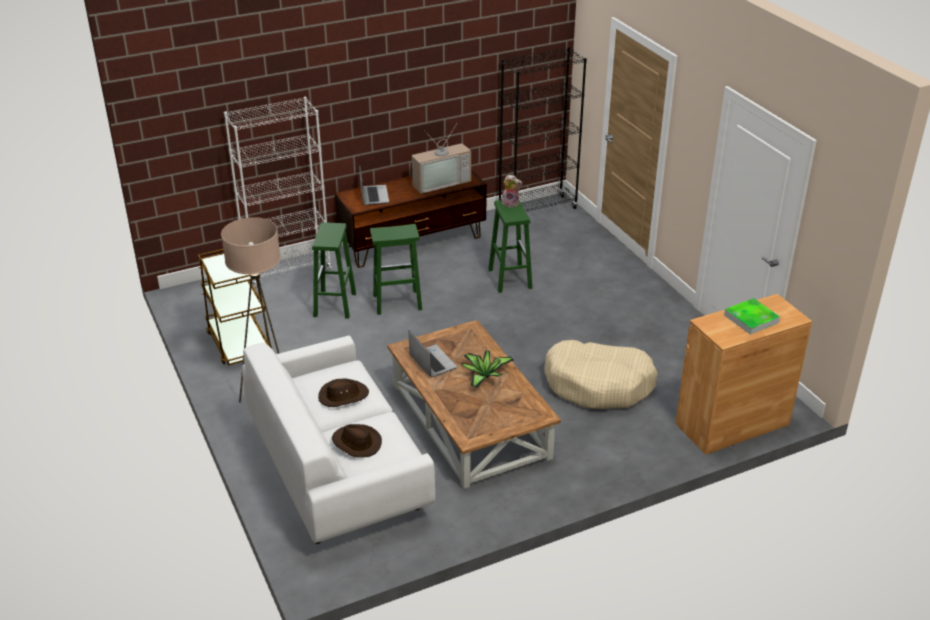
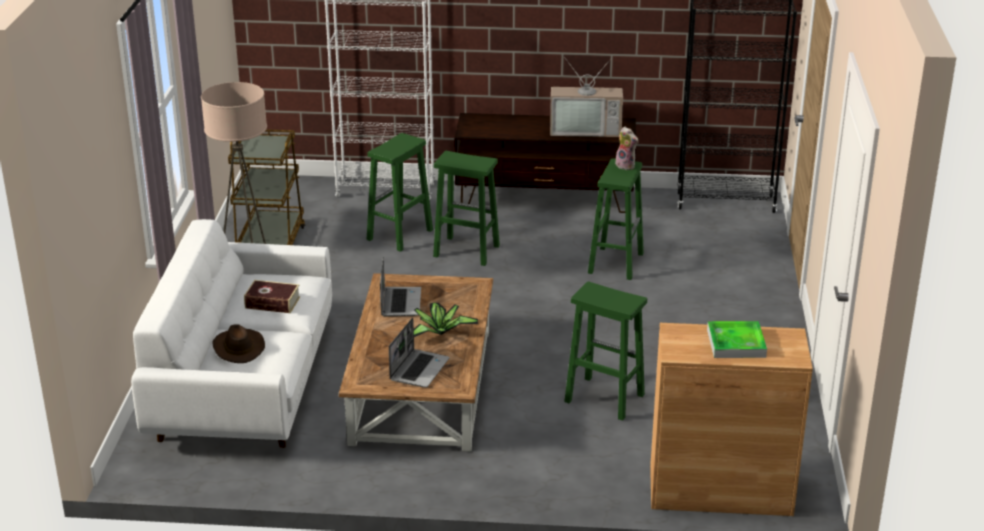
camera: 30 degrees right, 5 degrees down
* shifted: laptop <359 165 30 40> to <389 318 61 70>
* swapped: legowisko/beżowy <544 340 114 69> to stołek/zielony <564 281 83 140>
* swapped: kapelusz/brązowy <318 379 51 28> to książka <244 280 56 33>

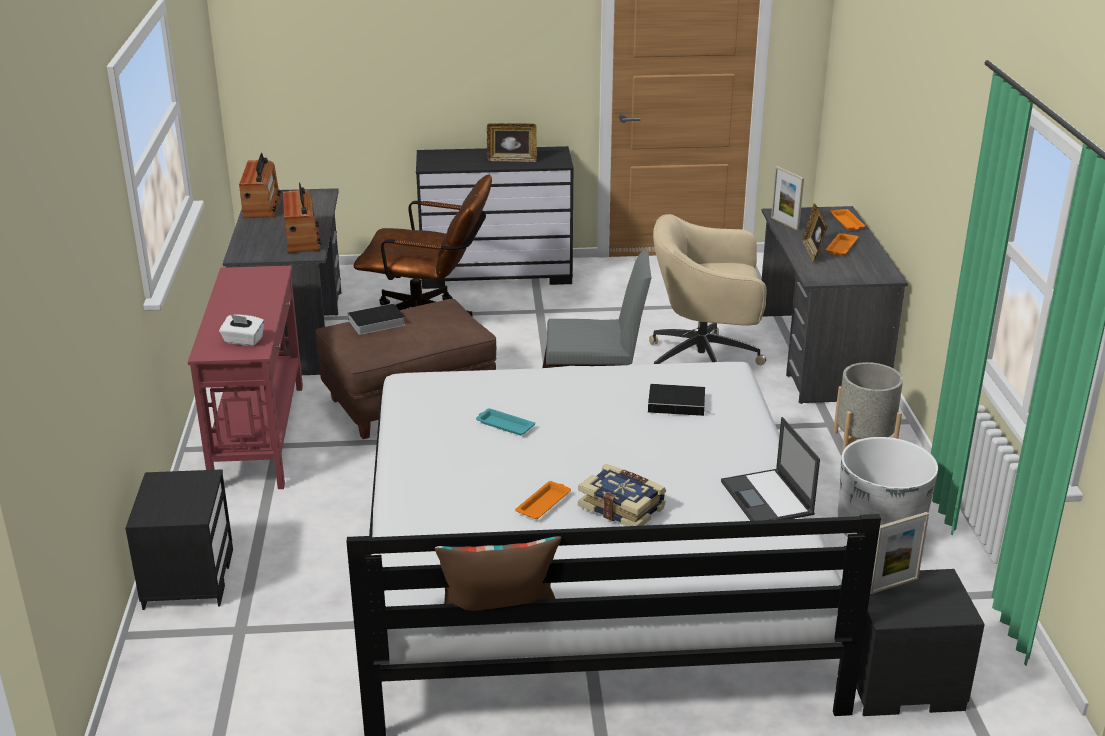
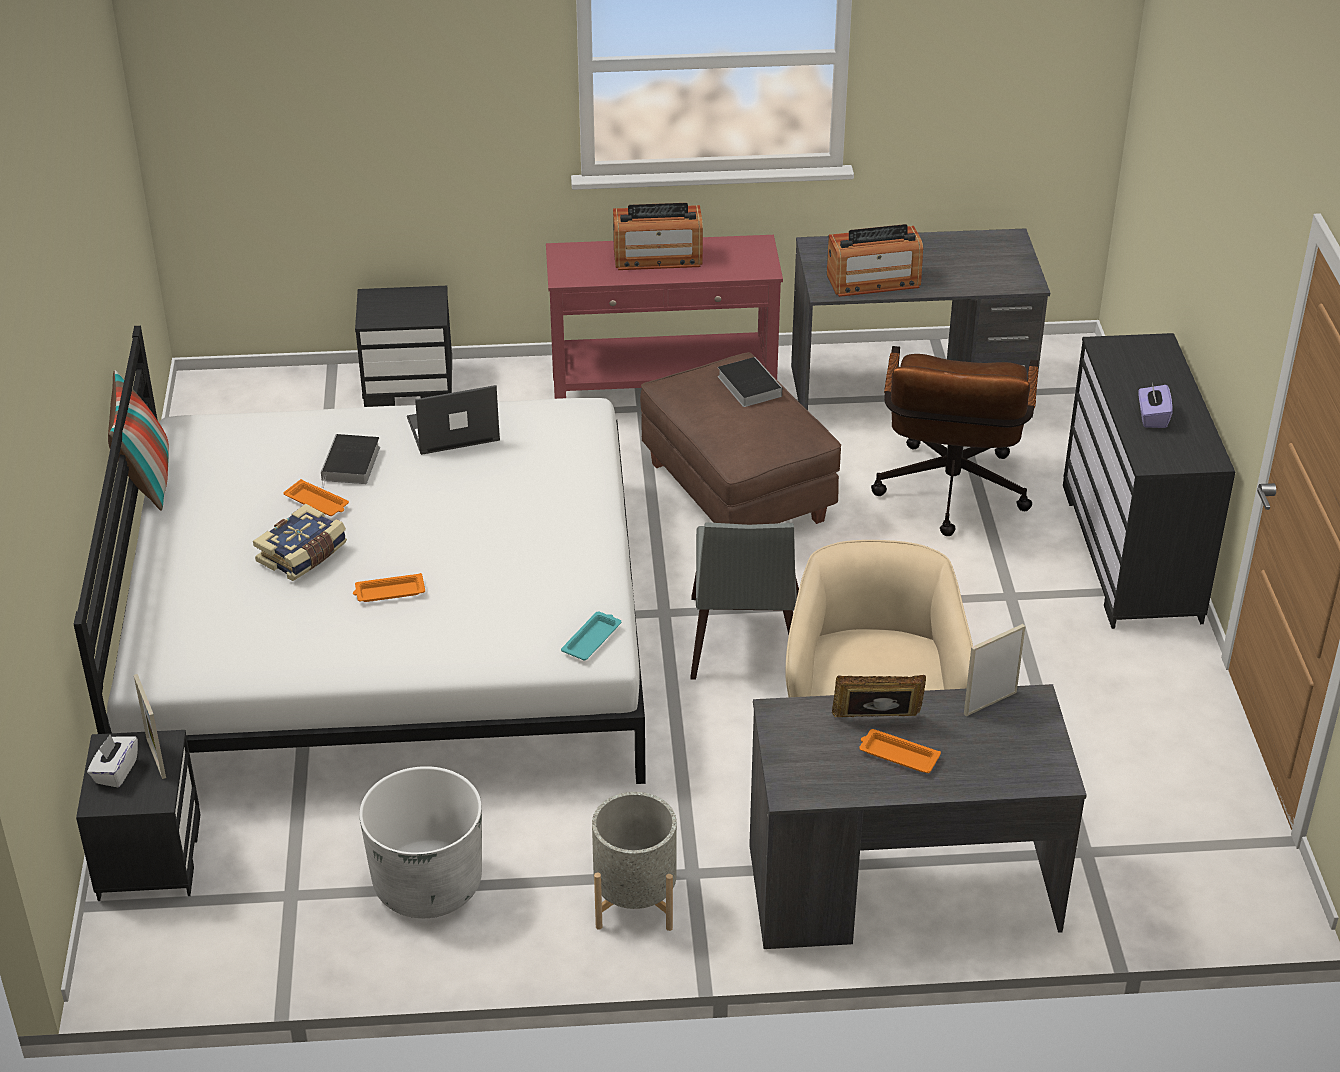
camera: 90 degrees right, 10 degrees up
* swapped: ramka na zdjęcie <487 123 50 39> to pudełko chusteczek/fioletowy <1138 383 35 45>
* shifted: radio <239 153 42 65> to <613 203 90 67>
* shifted: taca/pomarańczowy <830 209 35 21> to <353 573 72 29>
* shifted: pudełko chusteczek/biały <219 315 45 31> to <87 734 51 54>
* shifted: książka <648 384 66 32> to <321 434 59 55>
* shifted: taca/turkusowy <476 408 59 27> to <561 612 60 49>
* shifted: laptop <721 417 99 104> to <407 385 93 70>

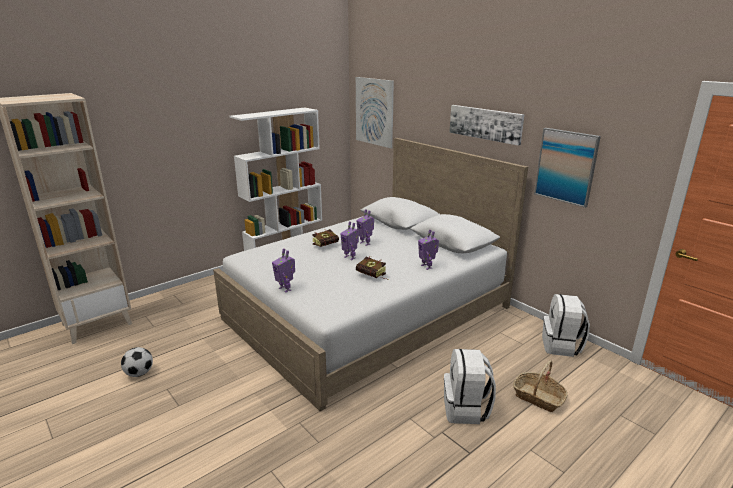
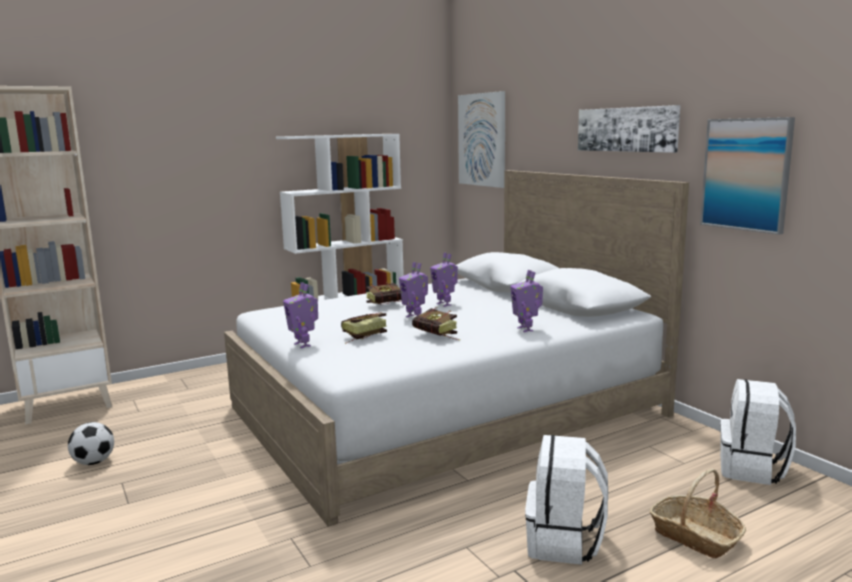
camera: 10 degrees right, 10 degrees down
* new: książka <341 312 46 32>

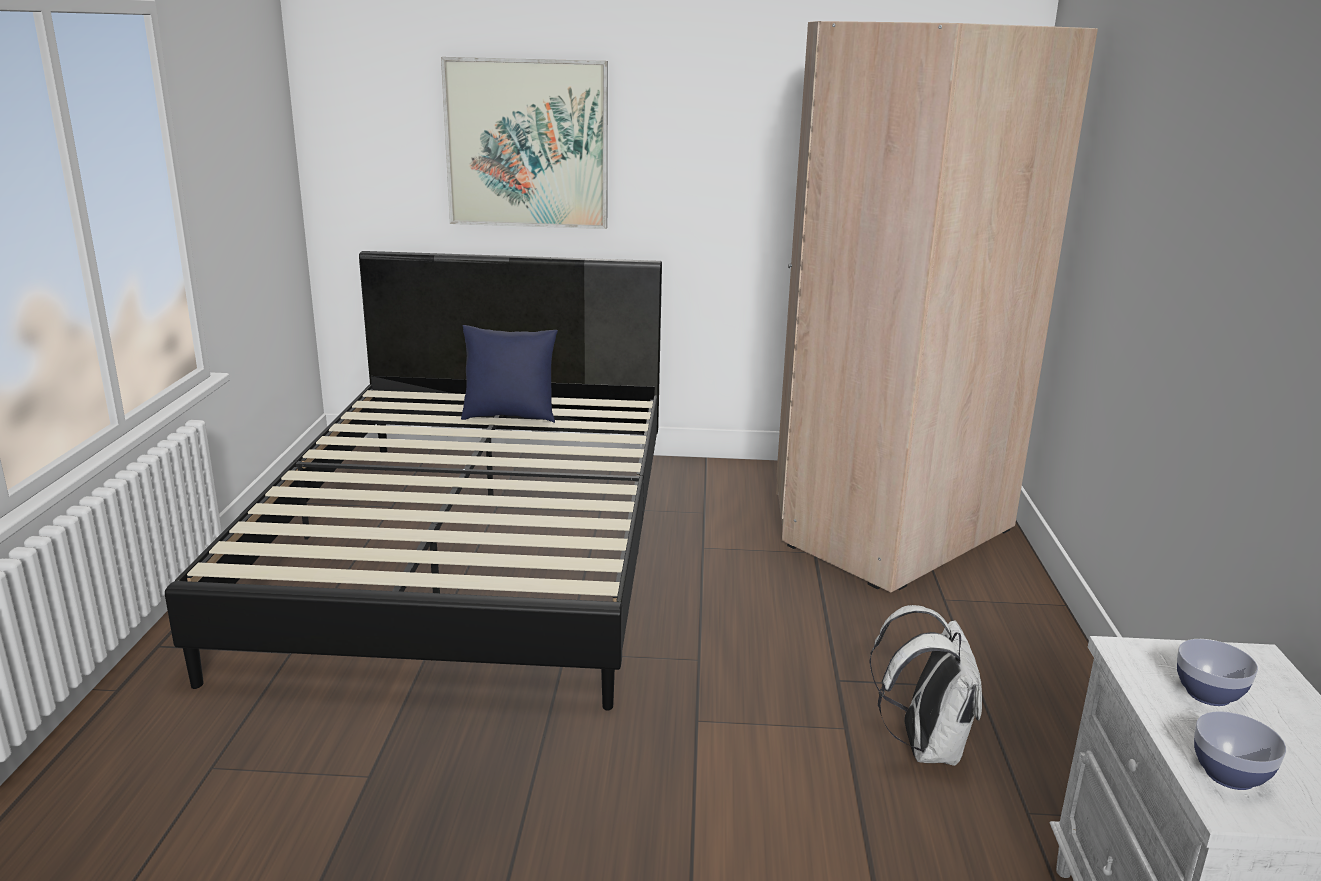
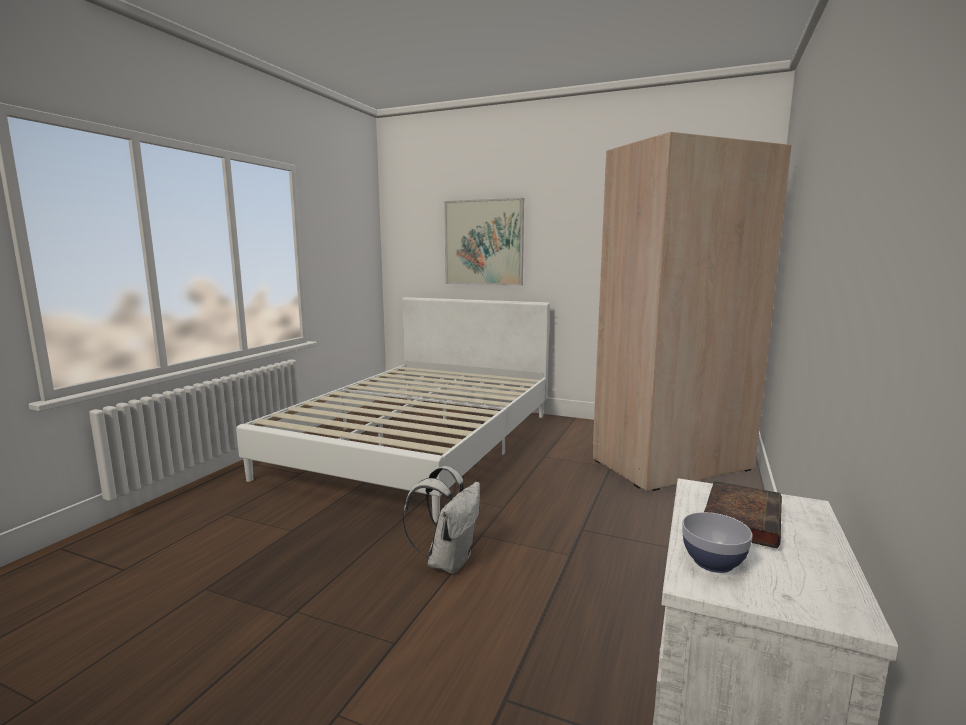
camera: 20 degrees right, 10 degrees down
* repainted: łóżko/czarny <165 251 497 460> to łóżko/biały <236 297 314 226>
* gone: poduszka/niebieski <461 325 97 98>
* shifted: plecak/biały <869 605 113 161> to <403 466 77 108>
* swapped: miska <1177 639 81 67> to książka <704 481 78 68>

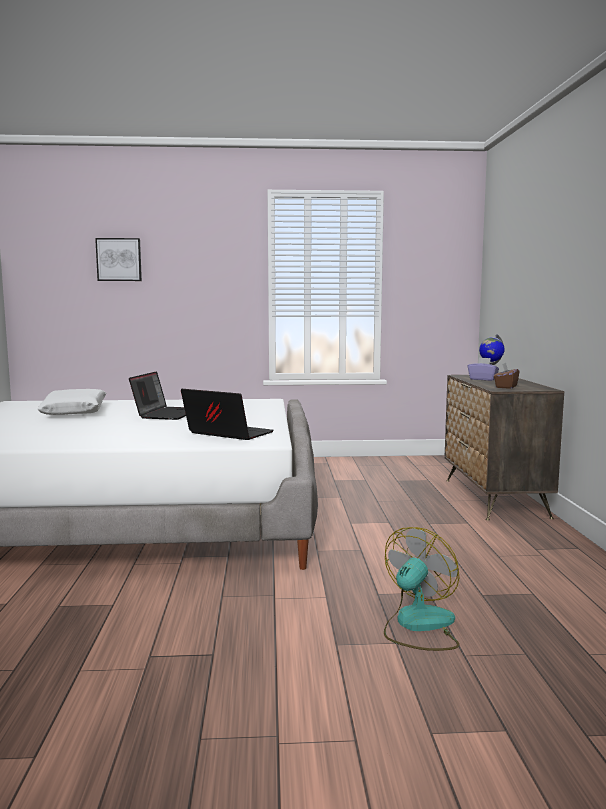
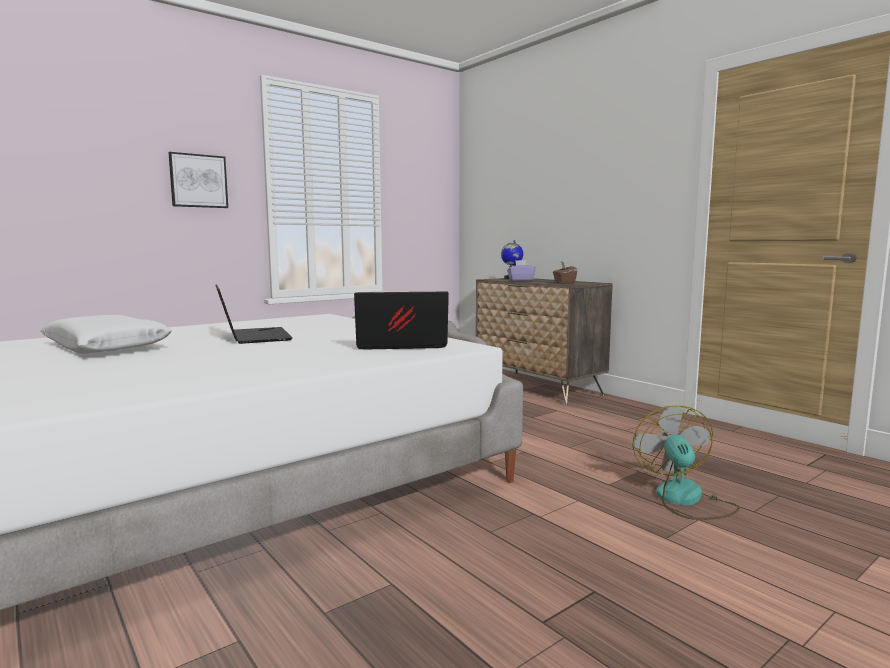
camera: 35 degrees left, 0 degrees up
* shifted: obraz <95 238 47 43> to <168 152 60 56>

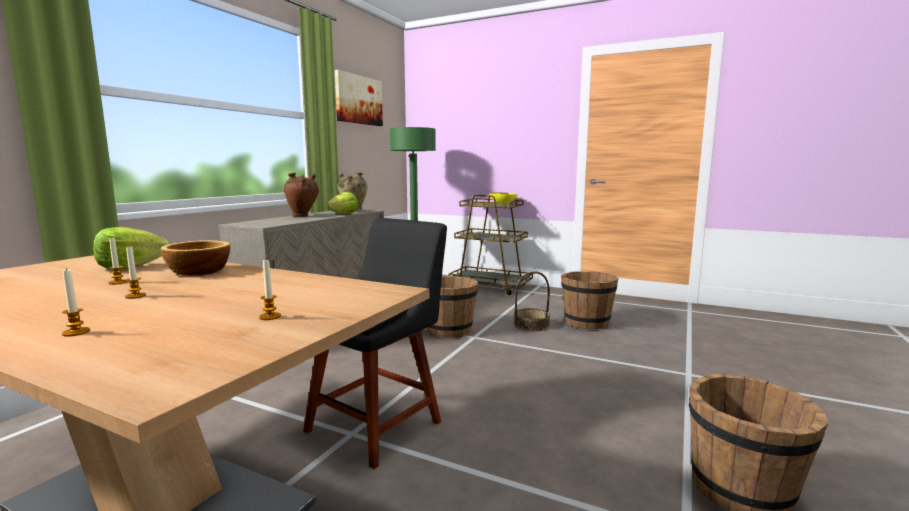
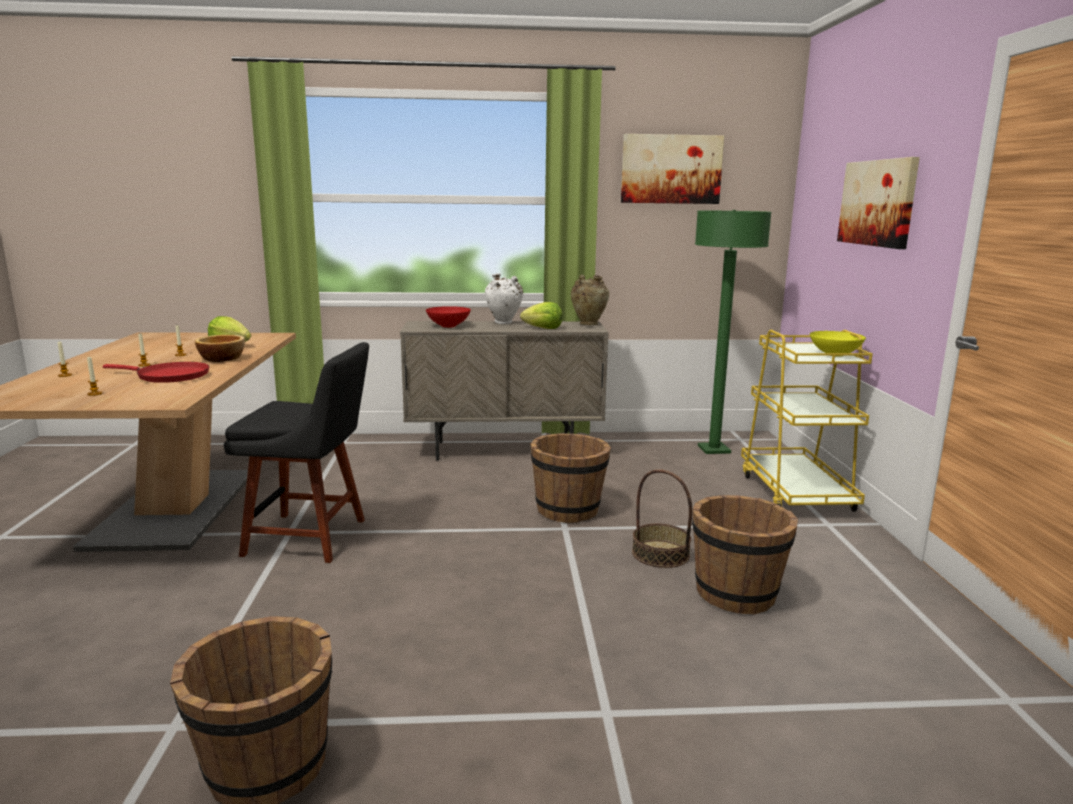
camera: 60 degrees right, 5 degrees up
* repainted: wazon/brązowy <284 173 35 43> to wazon/biały <485 273 38 51>
* repainted: wózek/brązowy <448 192 85 103> to wózek/żółty <741 330 132 182>
* new: obraz <837 157 83 92>
* new: miska/czerwony <426 306 45 22>
* new: patelnia/czerwony <103 362 106 21>

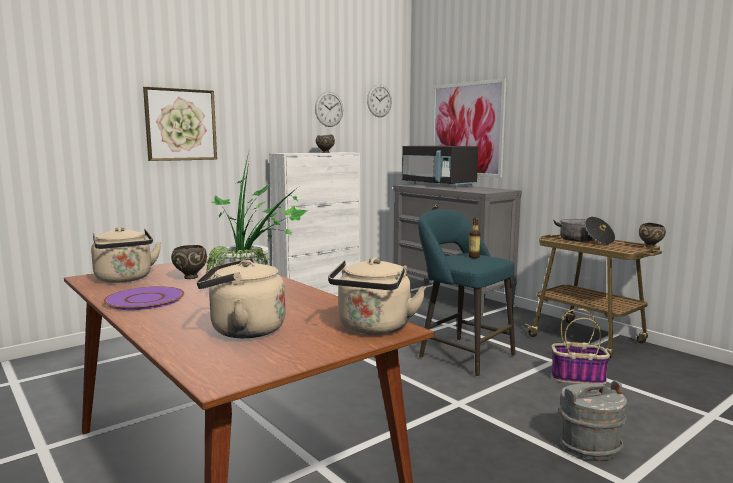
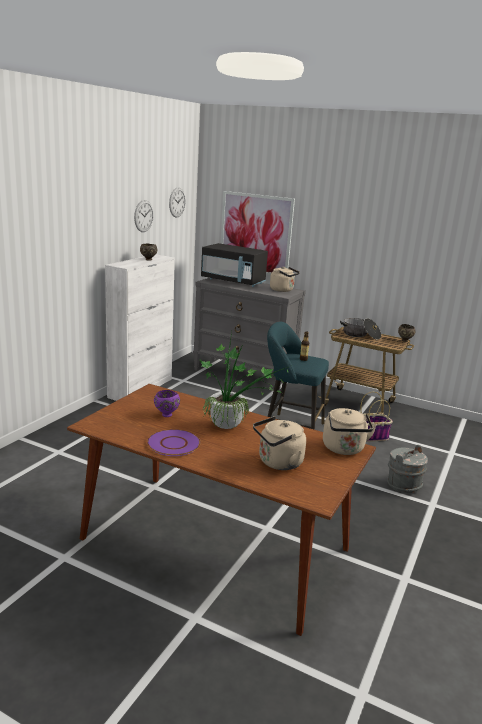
camera: 25 degrees left, 10 degrees up
* gone: obraz <143 87 74 74>
* shifted: czajnik/beżowy <91 227 70 56> to <270 267 30 25>
* repainted: miska/brązowy <171 245 36 34> to miska/fioletowy <154 390 26 27>

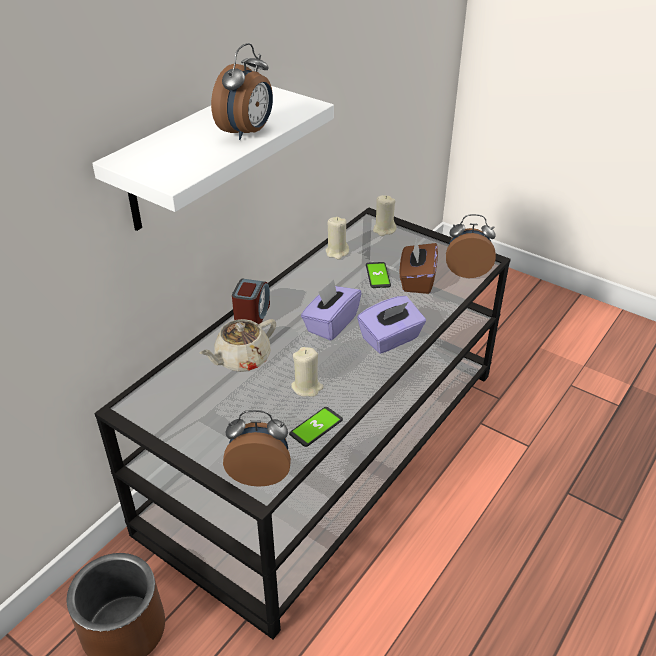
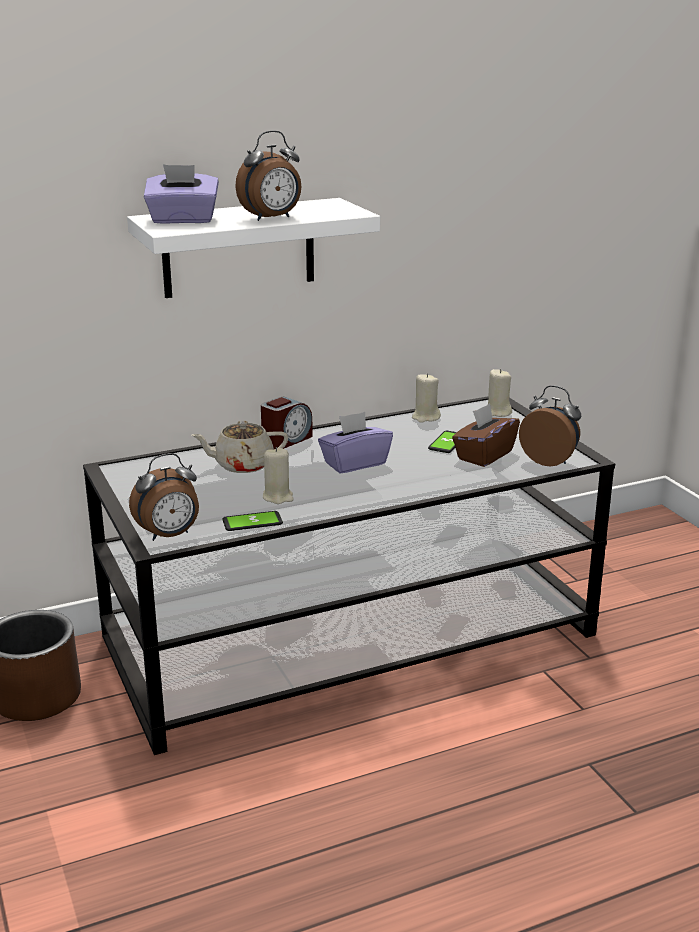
camera: 30 degrees right, 15 degrees down
* shifted: pudełko chusteczek/fioletowy <357 296 69 58> to <144 164 75 60>
* rotated: budzik <223 410 68 77> = <129 453 70 88> 120 degrees clockwise

